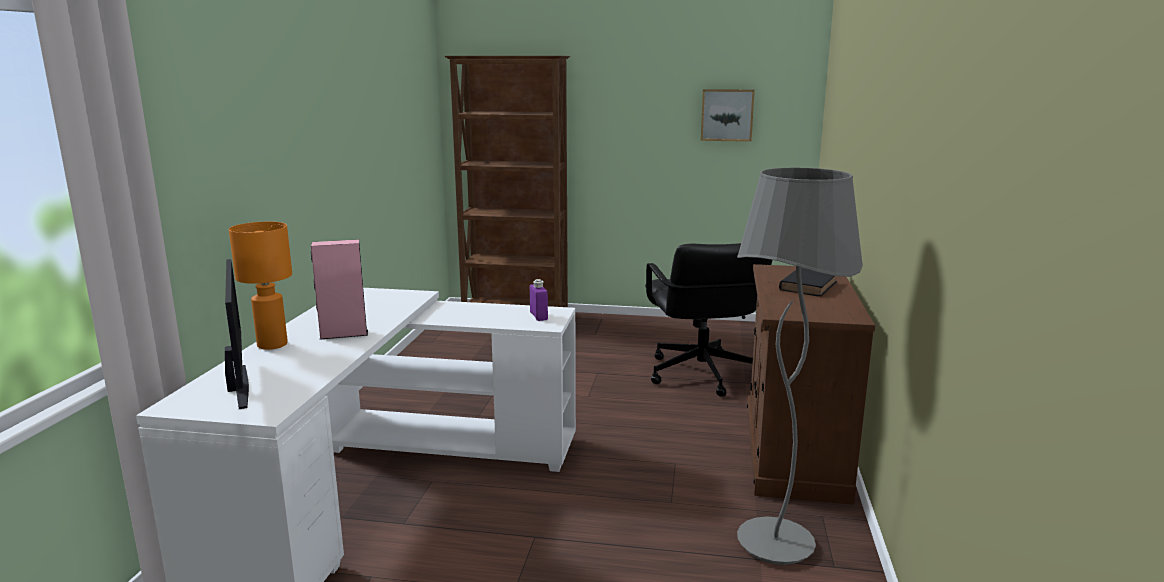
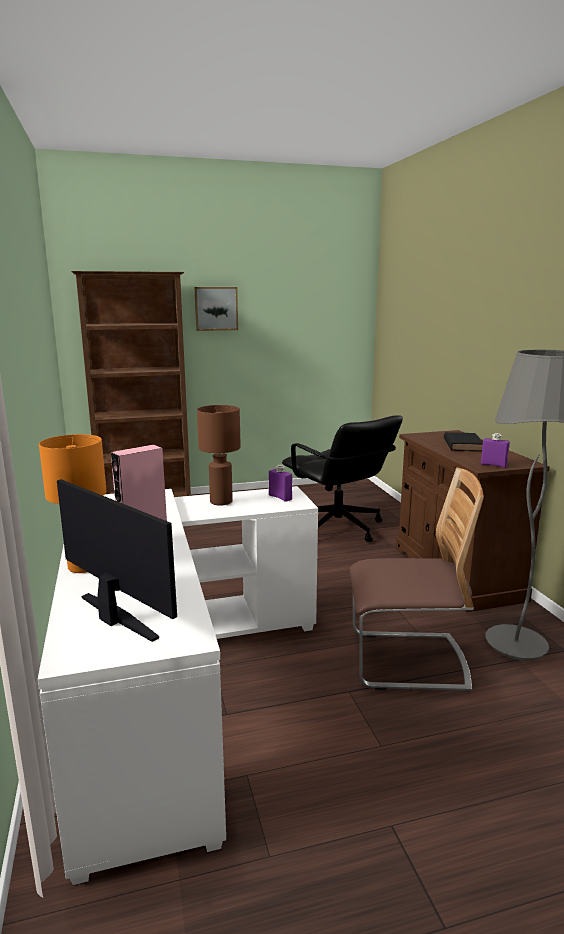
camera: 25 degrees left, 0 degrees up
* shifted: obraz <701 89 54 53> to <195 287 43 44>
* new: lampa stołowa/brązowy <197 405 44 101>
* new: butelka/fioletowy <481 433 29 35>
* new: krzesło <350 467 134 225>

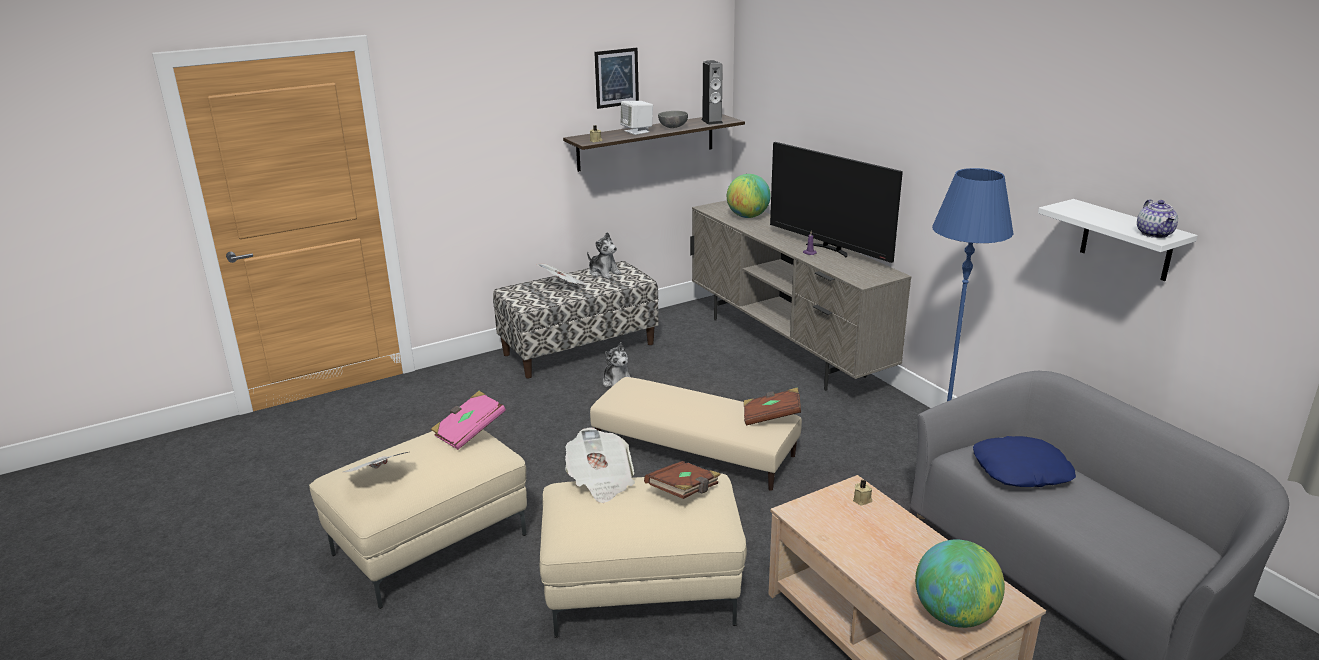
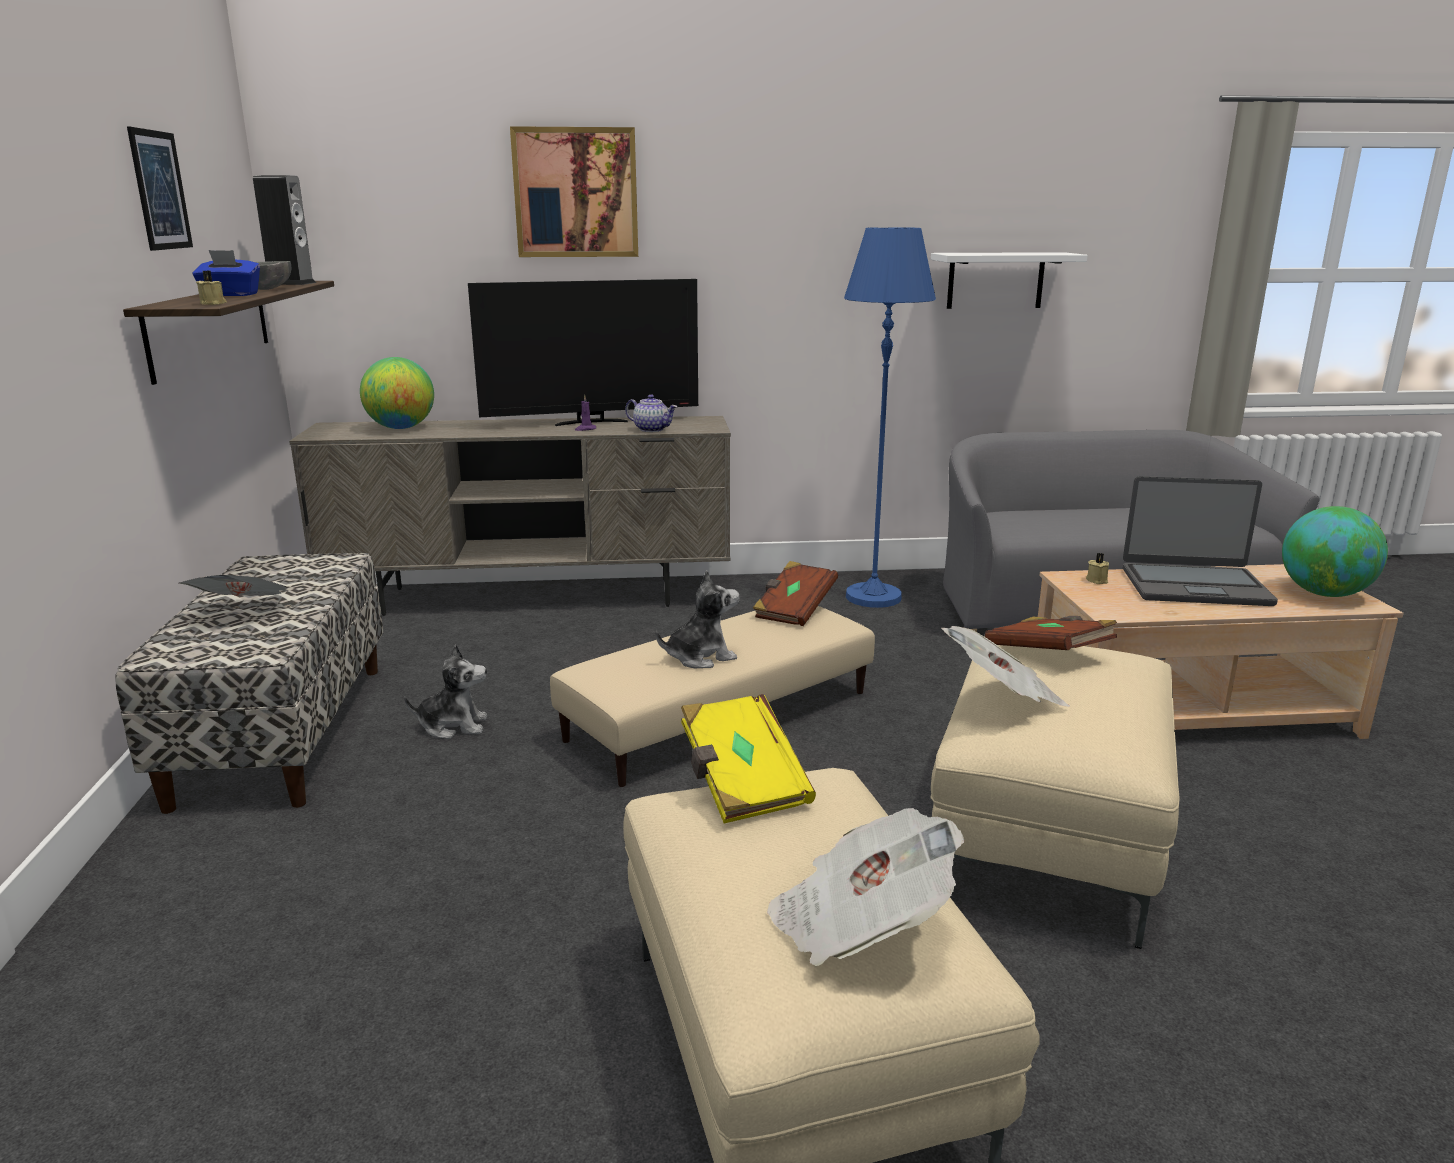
camera: 65 degrees left, 5 degrees down
* swapped: głośnik/biały <620 101 33 34> to pudełko chusteczek/niebieski <193 250 67 46>
* shifted: imbryk <1137 199 41 39> to <625 394 52 38>
* shifted: pluszak <587 232 34 47> to <656 570 83 98>
* repainted: książka/różowy <431 391 75 59> to książka/żółty <681 694 135 129>
* gone: poduszka/niebieski <973 436 103 51>
* new: obraz <510 126 128 131>
* new: laptop <1123 476 155 130>

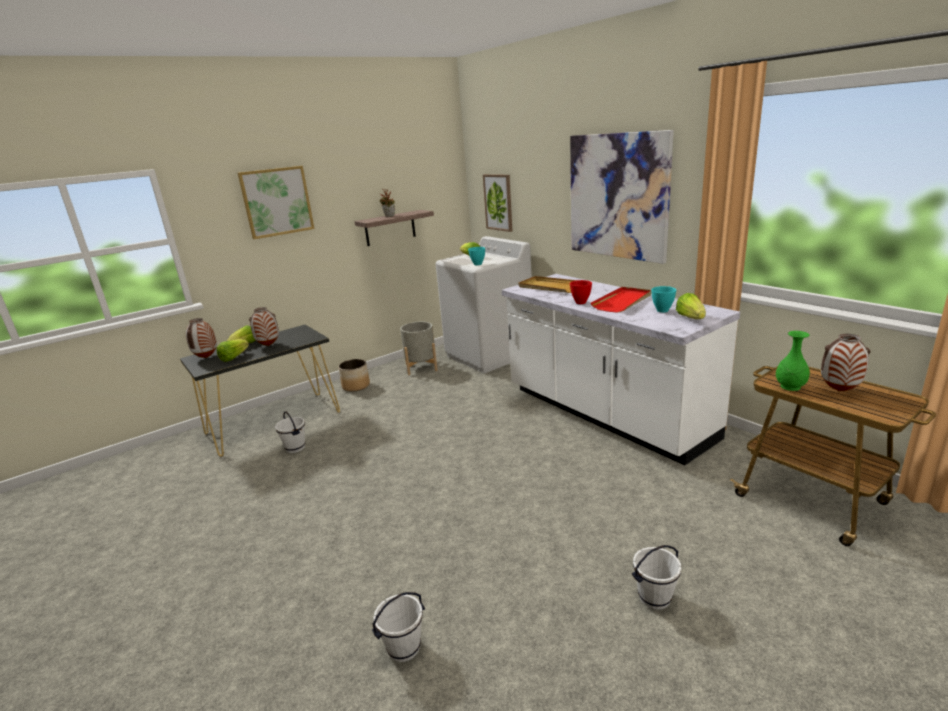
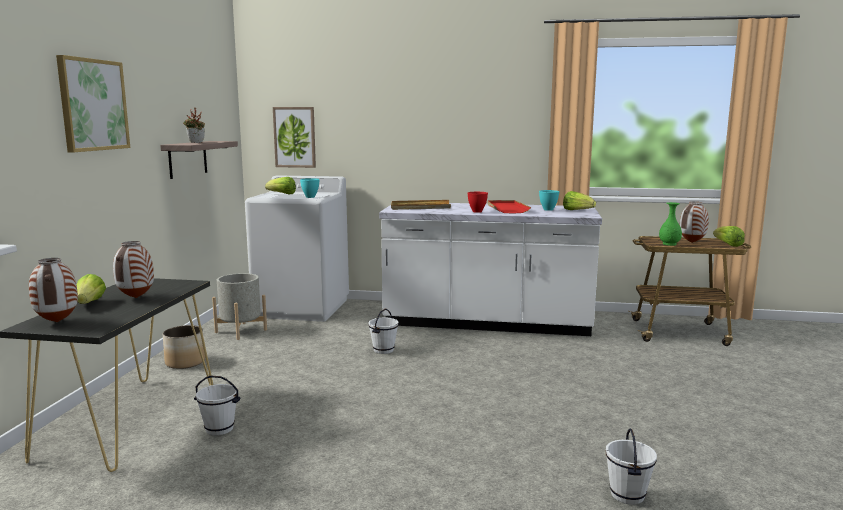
camera: 45 degrees left, 10 degrees down
* gone: obraz <570 130 104 134>
* shifted: sałata <217 339 32 23> to <713 226 32 21>
* shifted: wiadro/biały <632 545 49 65> to <369 309 29 45>

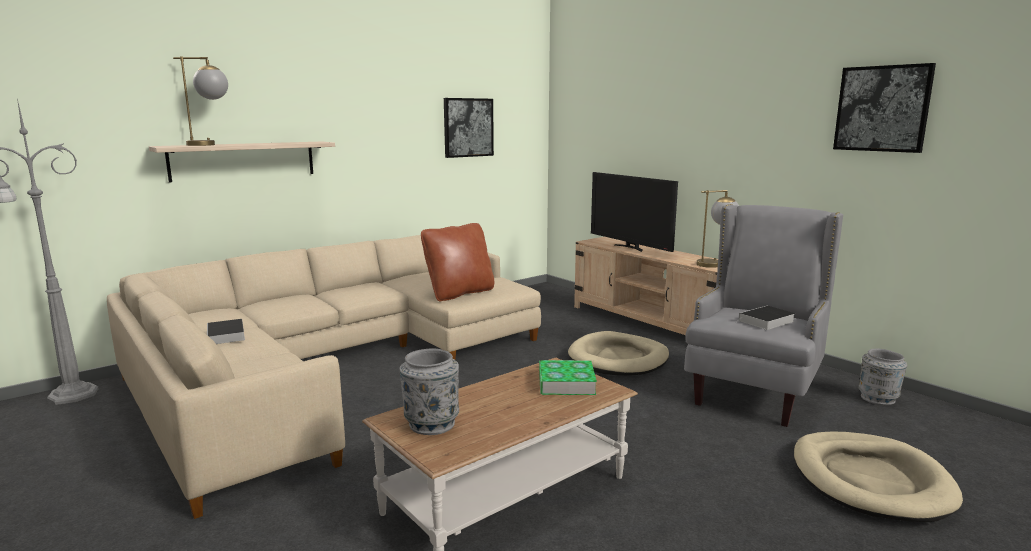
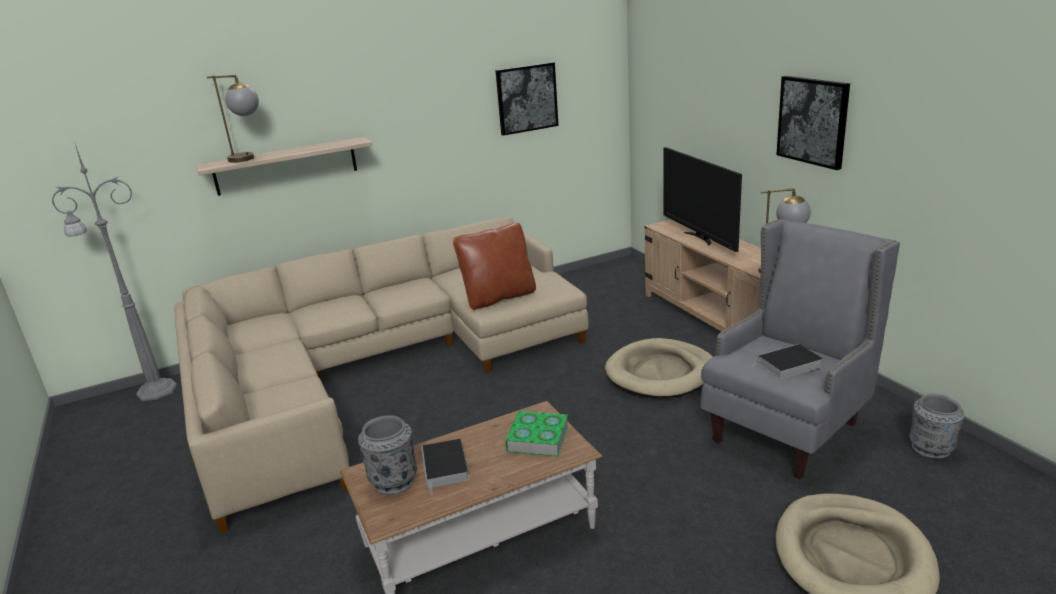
camera: 15 degrees right, 10 degrees up
* shifted: obraz <833 63 103 90> to <776 76 74 94>
* shifted: książka <207 319 38 25> to <421 439 48 56>

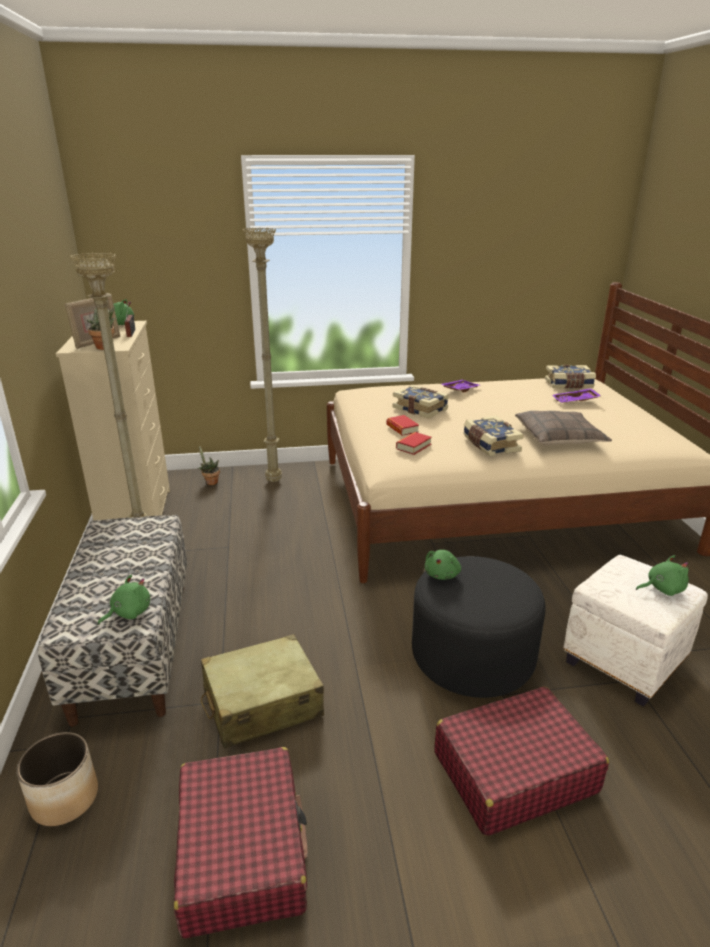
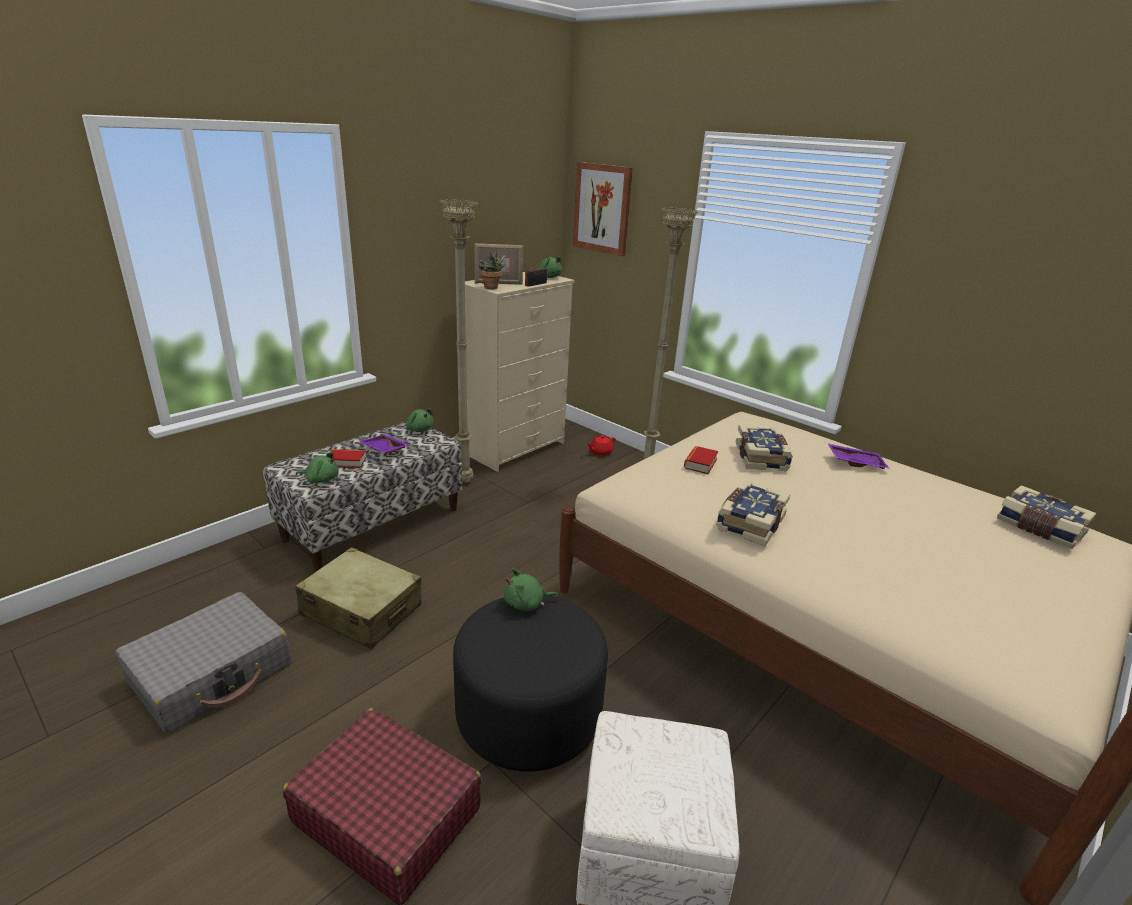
camera: 50 degrees right, 0 degrees up
* shifted: taca/fioletowy <552 388 49 15> to <360 434 50 19>
* gone: poduszka <515 411 97 34>
* shifted: książka <396 432 36 23> to <331 449 35 19>
* swapped: roślina doniczkowa <198 446 22 39> to imbryk/czerwony <586 435 30 20>
* shifted: pluszak/zielony <636 555 53 41> to <406 409 28 23>
* gone: donica <17 732 81 94>
* repainted: walizka/czerwony <174 747 134 192> to walizka/szary <115 592 177 142>
* new: obraz <573 162 60 94>

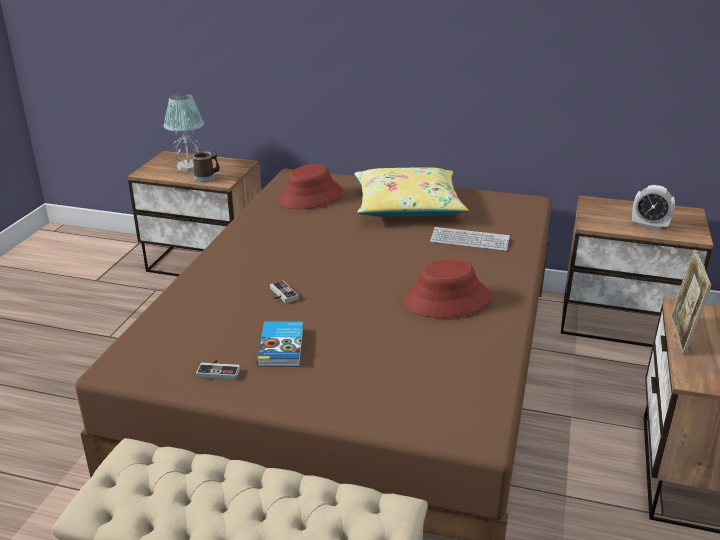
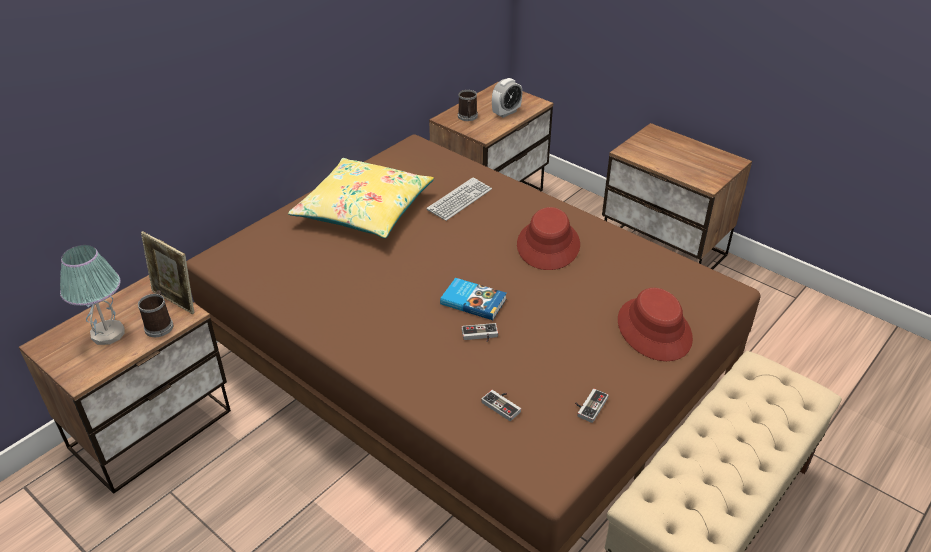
camera: 65 degrees left, 10 degrees up
* shifted: kapelusz/czerwony <278 164 65 45> to <618 288 75 73>
* shifted: ramka na zdjęcie <670 250 42 105> to <141 231 53 83>
* shifted: książka <257 321 46 46> to <440 278 67 42>
* new: kubek <458 90 20 31>
* new: pad do gier <481 390 40 31>

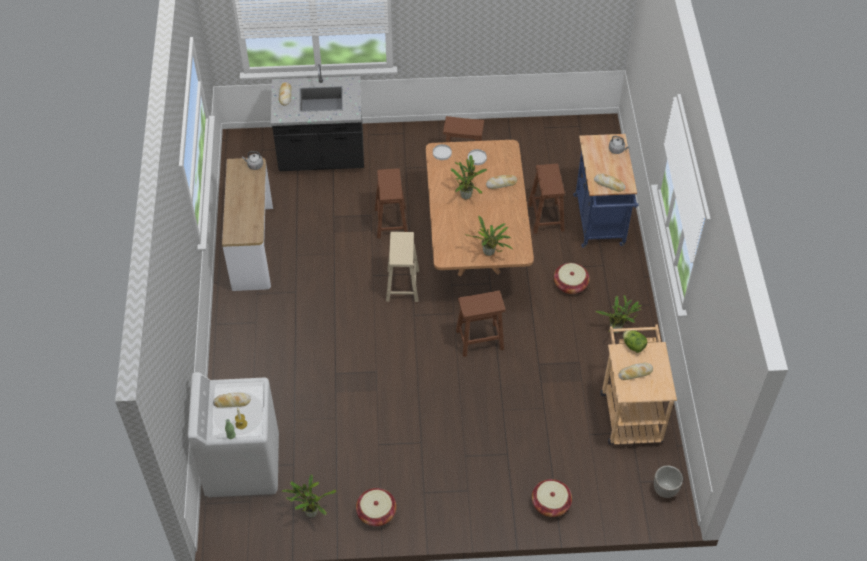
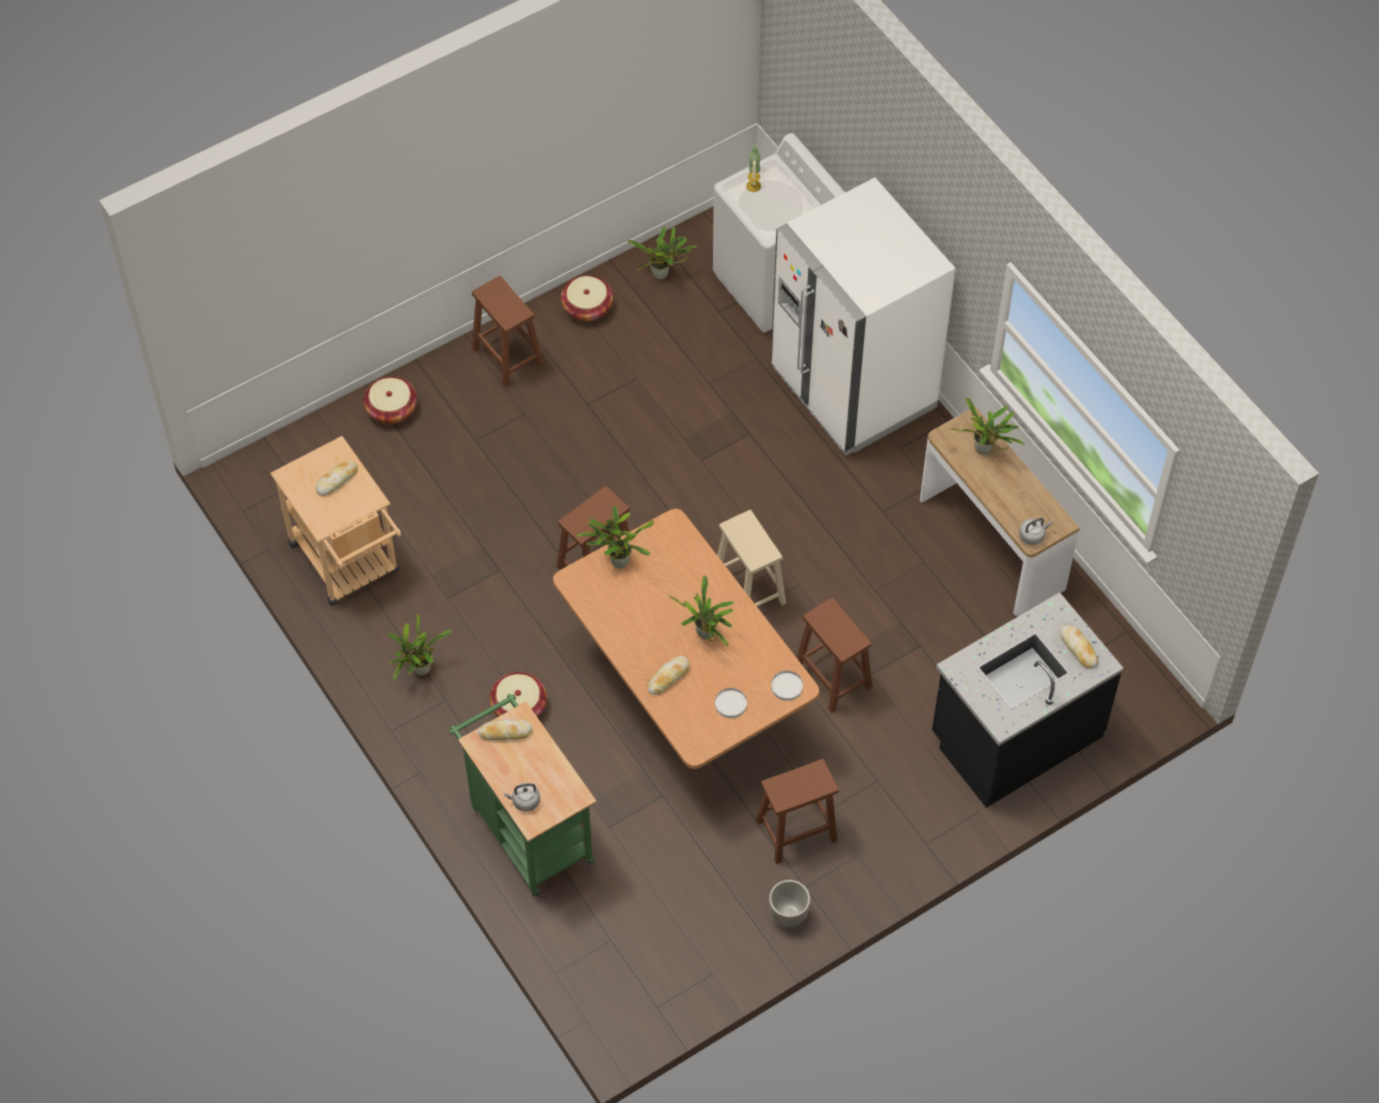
camera: 150 degrees right, 5 degrees up
* repainted: wózek/niebieski <573 134 65 114> to wózek/zielony <449 694 147 203>
* shifted: stołek/brązowy <528 164 37 70> to <472 276 72 111>
* gone: sałata <623 330 24 23>
* gone: chleb <213 393 38 15>
* shifted: donica <654 465 29 33> to <769 880 42 47>
* new: lodówka/biały <771 177 185 278>
* new: roślina doniczkowa <948 398 77 57>

